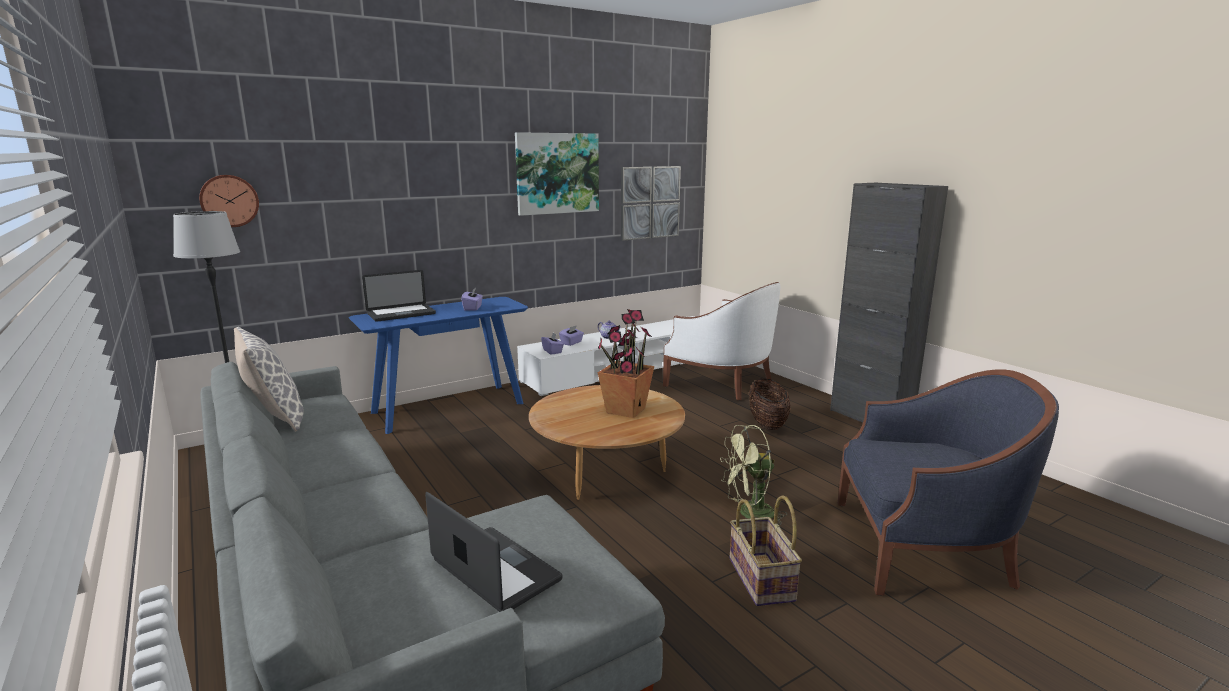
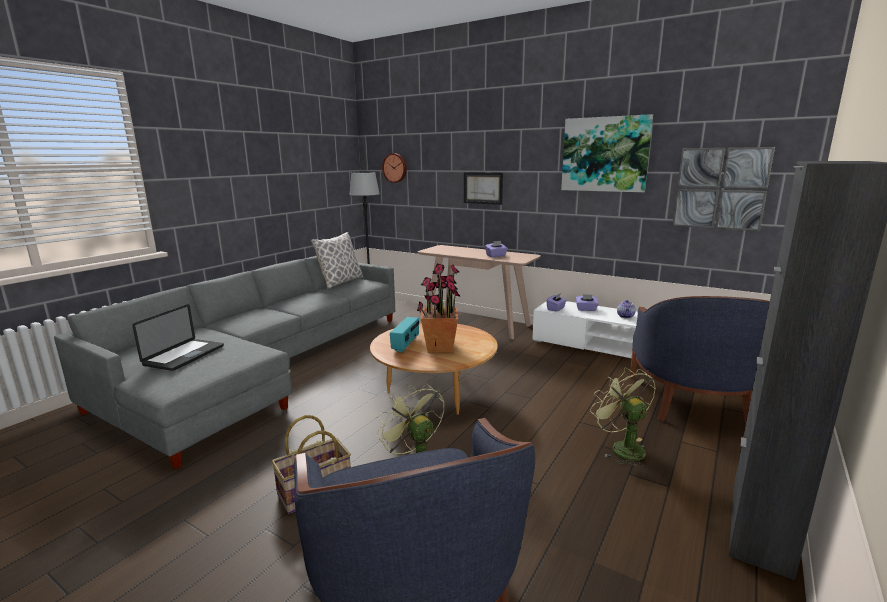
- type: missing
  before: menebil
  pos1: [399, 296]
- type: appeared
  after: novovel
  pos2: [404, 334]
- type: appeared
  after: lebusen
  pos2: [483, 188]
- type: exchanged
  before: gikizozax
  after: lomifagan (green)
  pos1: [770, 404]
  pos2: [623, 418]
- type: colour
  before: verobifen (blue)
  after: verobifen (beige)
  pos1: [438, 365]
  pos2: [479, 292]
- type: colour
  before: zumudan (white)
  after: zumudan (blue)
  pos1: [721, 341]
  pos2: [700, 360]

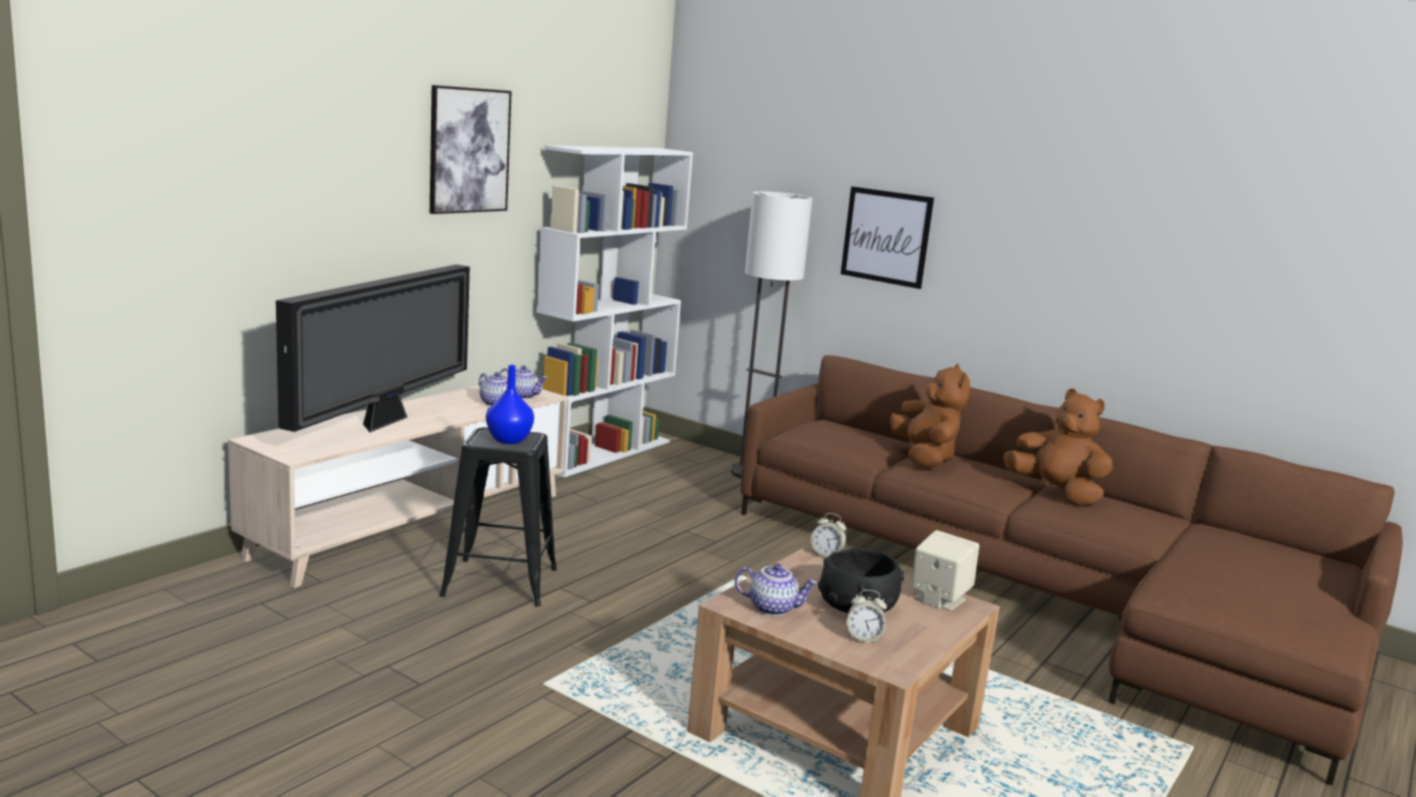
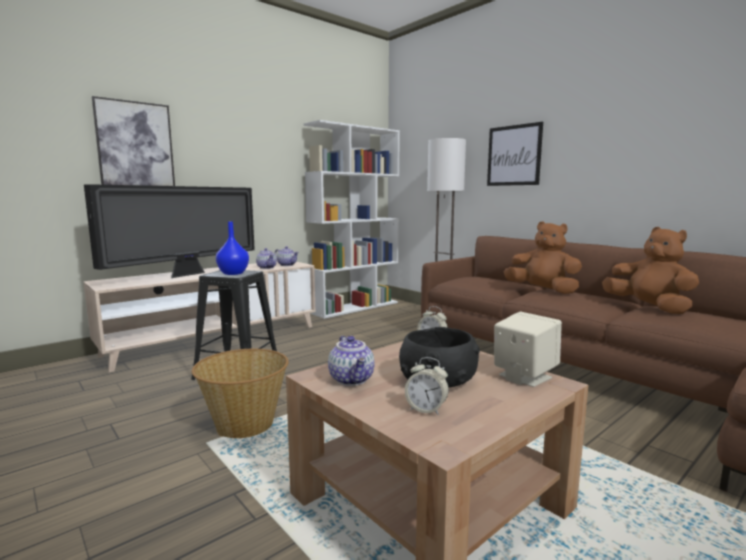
- type: appeared
  after: gikizozax
  pos2: [240, 393]
- type: relocated
  before: lebusen
  pos1: [471, 149]
  pos2: [133, 141]
- type: spun
  before: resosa
  pos1: [776, 590]
  pos2: [351, 361]
  turn: 45
- type: spun
  before: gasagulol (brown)
  pos1: [930, 416]
  pos2: [543, 257]
  turn: -60

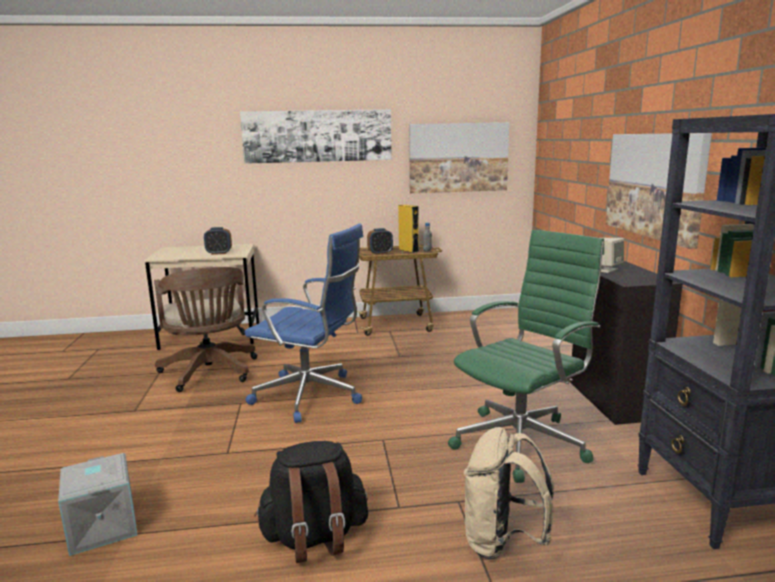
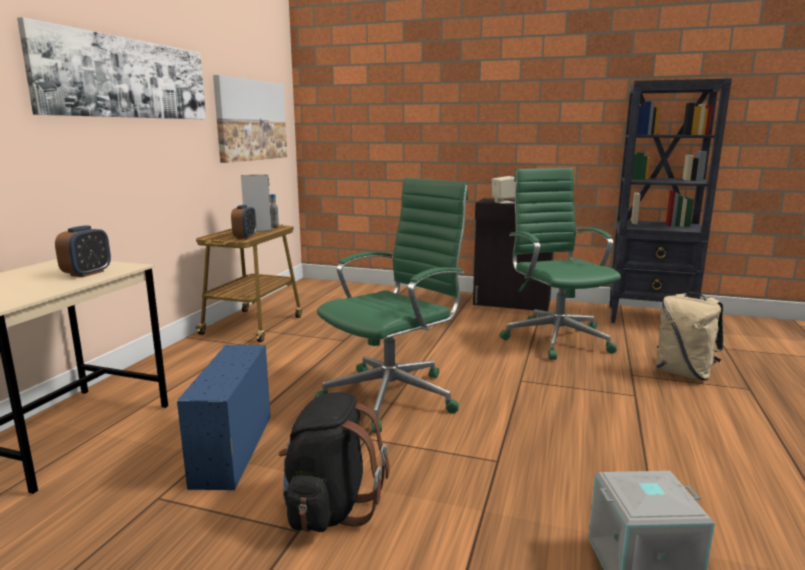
- type: missing
  before: lebusen
  pos1: [659, 191]
- type: relocated
  before: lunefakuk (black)
  pos1: [311, 502]
  pos2: [334, 462]
- type: exchanged
  before: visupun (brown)
  after: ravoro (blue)
  pos1: [205, 329]
  pos2: [224, 417]
- type: colour
  before: visupun (blue)
  after: visupun (green)
  pos1: [303, 323]
  pos2: [391, 305]
- type: colour
  before: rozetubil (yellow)
  after: rozetubil (grey)
  pos1: [408, 229]
  pos2: [256, 203]

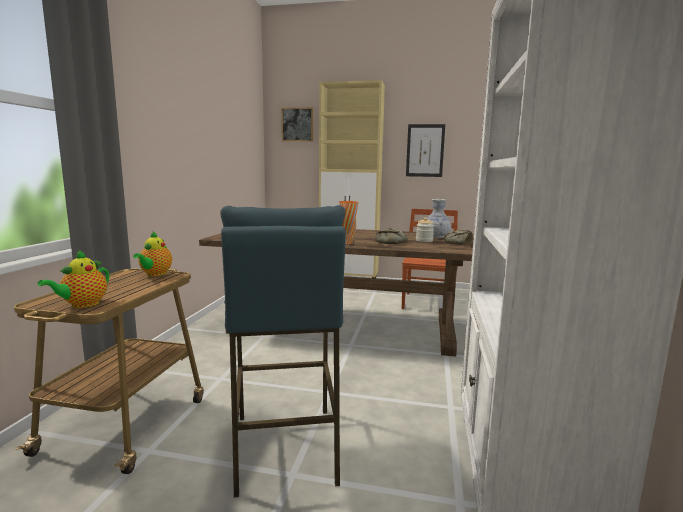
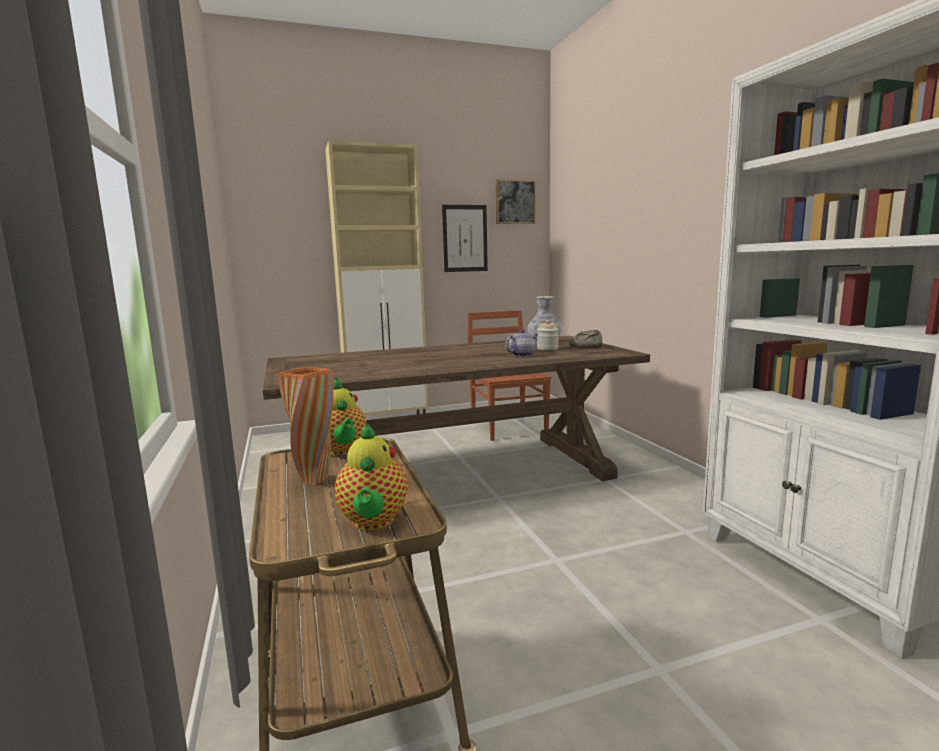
- type: missing
  before: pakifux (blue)
  pos1: [283, 351]
- type: relocated
  before: lebusen
  pos1: [297, 124]
  pos2: [516, 201]
- type: relocated
  before: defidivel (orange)
  pos1: [348, 222]
  pos2: [305, 426]
- type: exchanged
  before: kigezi
  after: resosa
  pos1: [391, 236]
  pos2: [521, 343]

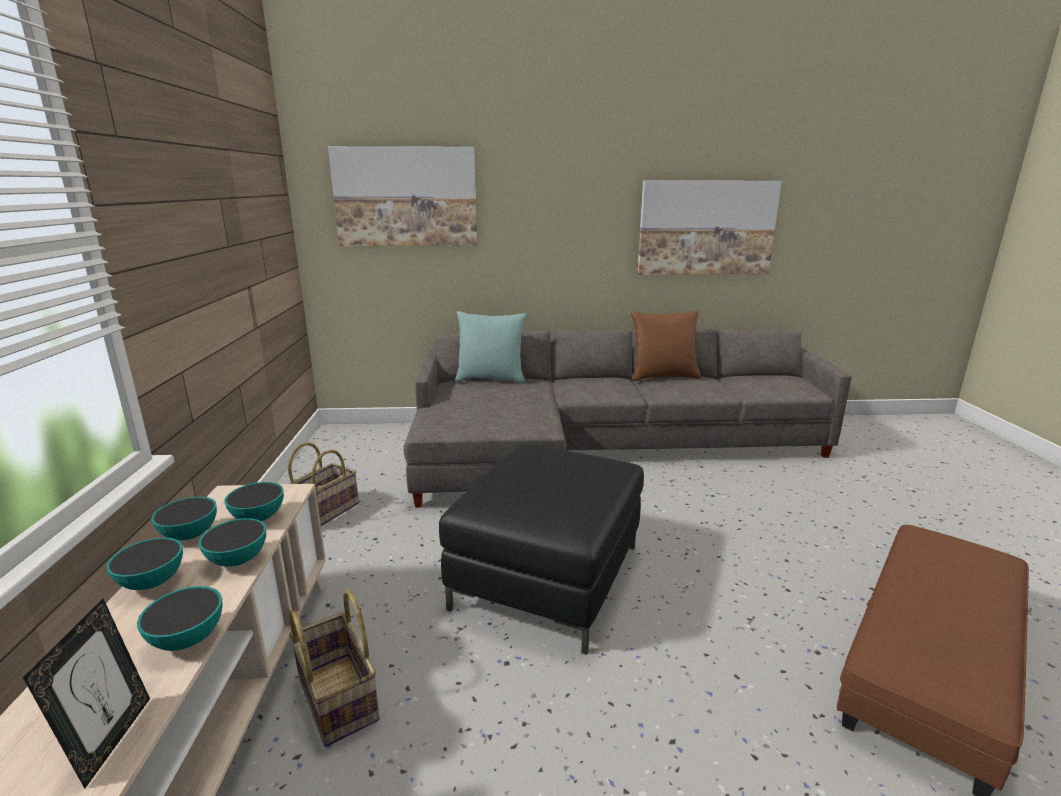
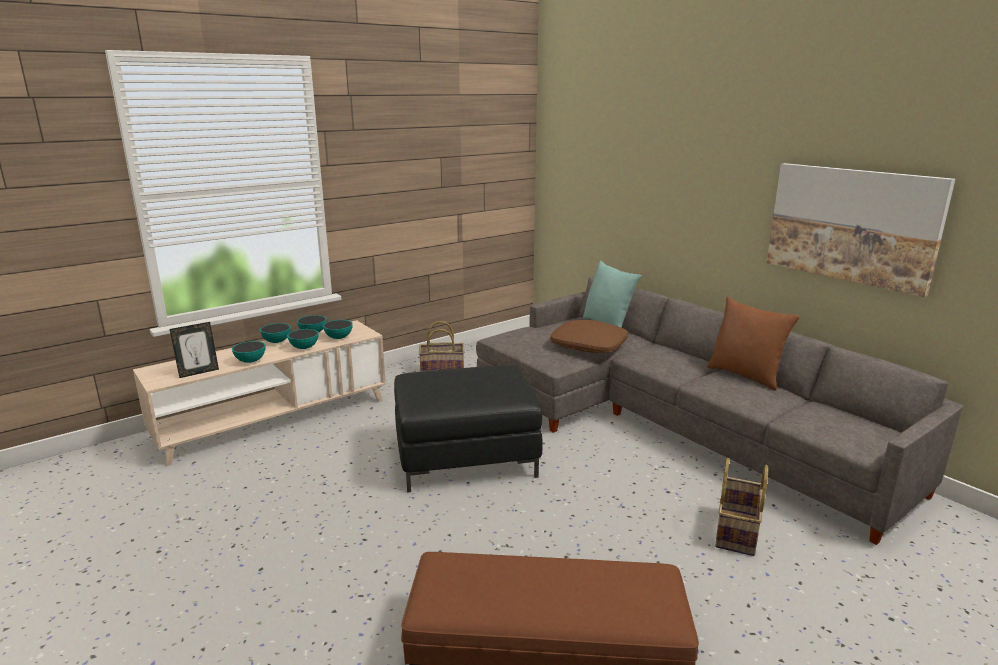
- type: missing
  before: lebusen
  pos1: [402, 196]
- type: appeared
  after: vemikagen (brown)
  pos2: [589, 336]
- type: relocated
  before: gikizozax
  pos1: [334, 668]
  pos2: [741, 507]

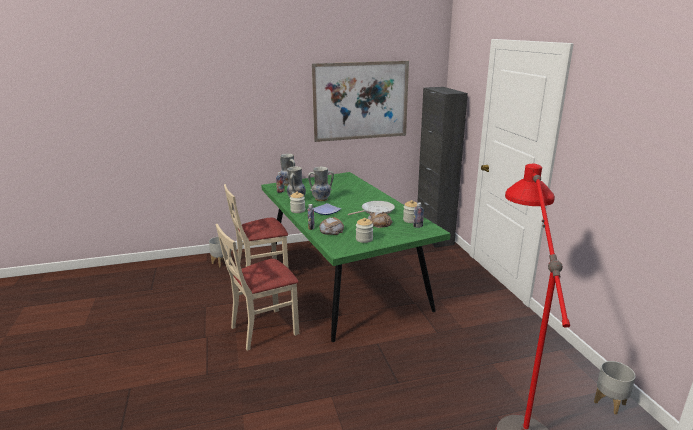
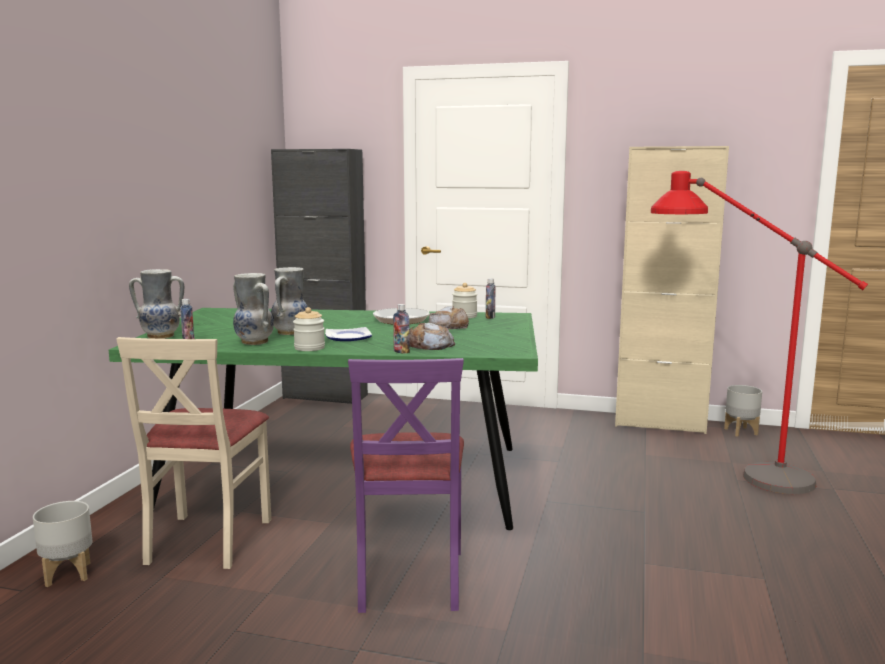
- type: missing
  before: lebusen
  pos1: [360, 101]
- type: missing
  before: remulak
  pos1: [364, 230]
- type: appeared
  after: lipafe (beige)
  pos2: [672, 290]
- type: colour
  before: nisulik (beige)
  after: nisulik (purple)
  pos1: [257, 287]
  pos2: [406, 485]

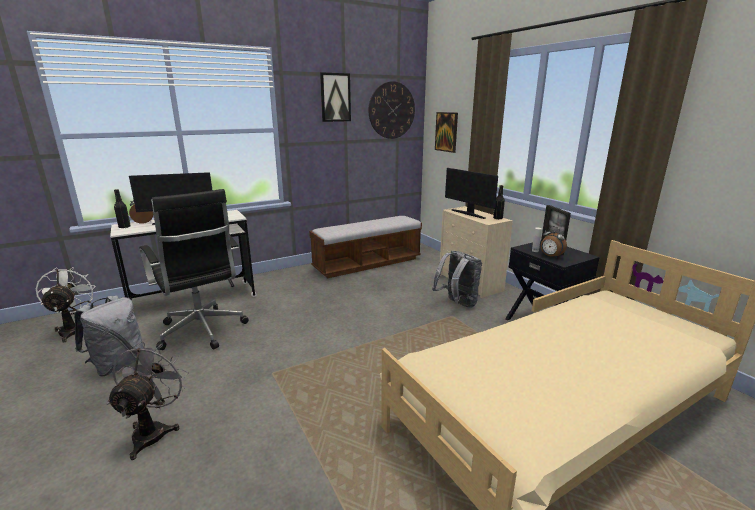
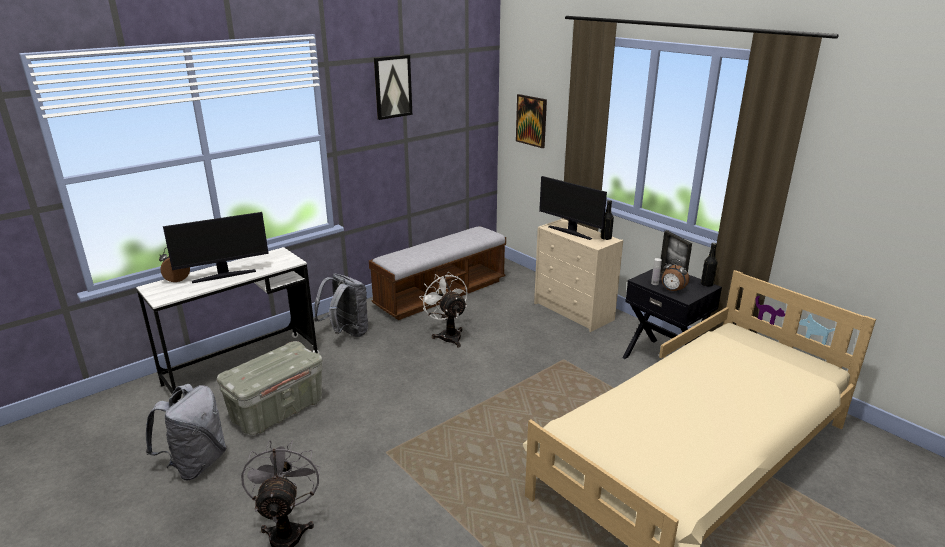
- type: missing
  before: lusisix
  pos1: [391, 110]
- type: relocated
  before: lomifagan (white)
  pos1: [66, 305]
  pos2: [443, 310]
- type: relocated
  before: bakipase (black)
  pos1: [122, 208]
  pos2: [709, 264]
- type: relocated
  before: lunefakuk (grey)
  pos1: [457, 279]
  pos2: [341, 305]
- type: exchanged
  before: visupun (black)
  after: ravoro (grey)
  pos1: [194, 269]
  pos2: [270, 388]

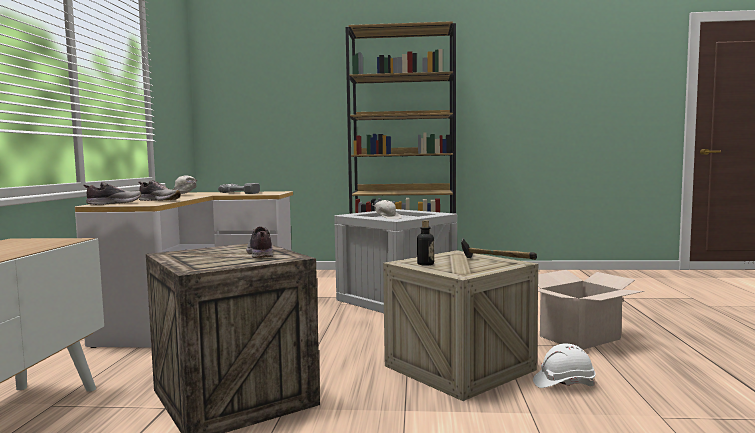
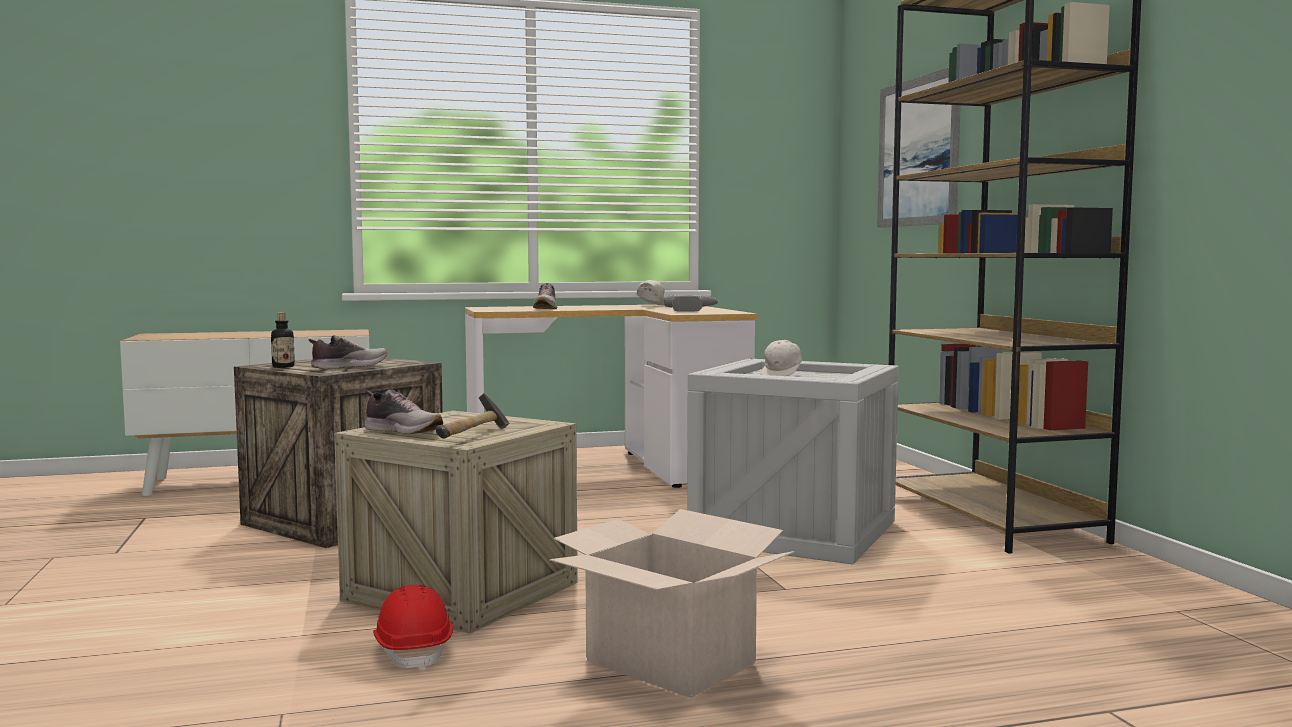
- type: appeared
  after: lebusen
  pos2: [919, 147]
- type: relocated
  before: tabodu
  pos1: [112, 193]
  pos2: [404, 412]
- type: relocated
  before: bakipase
  pos1: [425, 243]
  pos2: [283, 340]
- type: colour
  before: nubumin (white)
  after: nubumin (red)
  pos1: [564, 365]
  pos2: [413, 628]

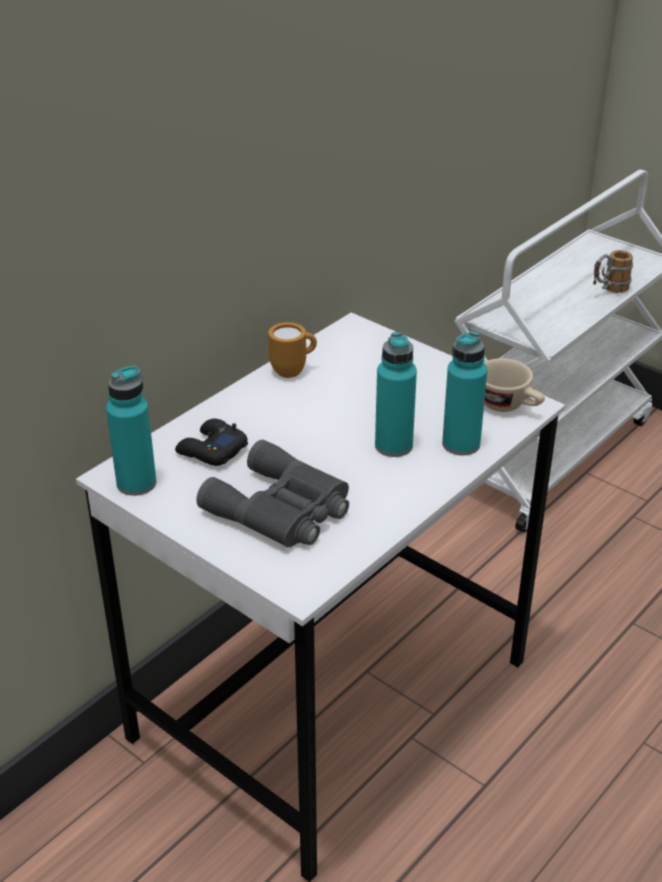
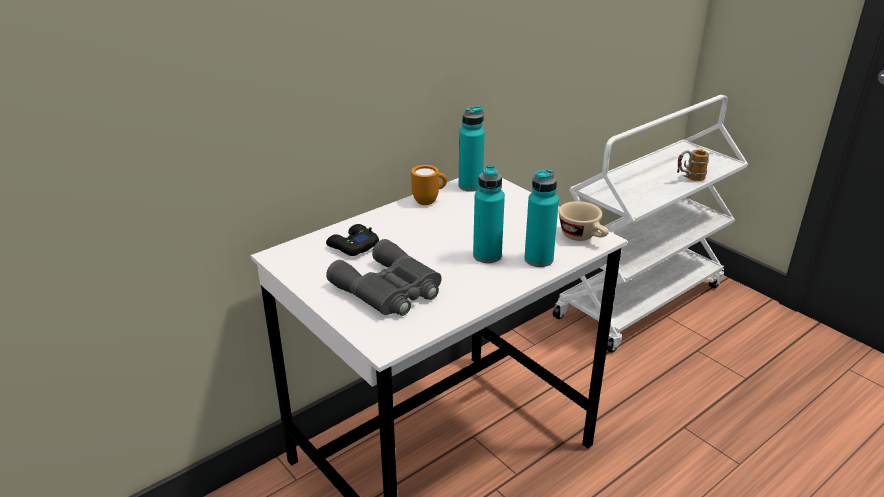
- type: relocated
  before: bakipase (turquoise)
  pos1: [131, 430]
  pos2: [472, 149]

